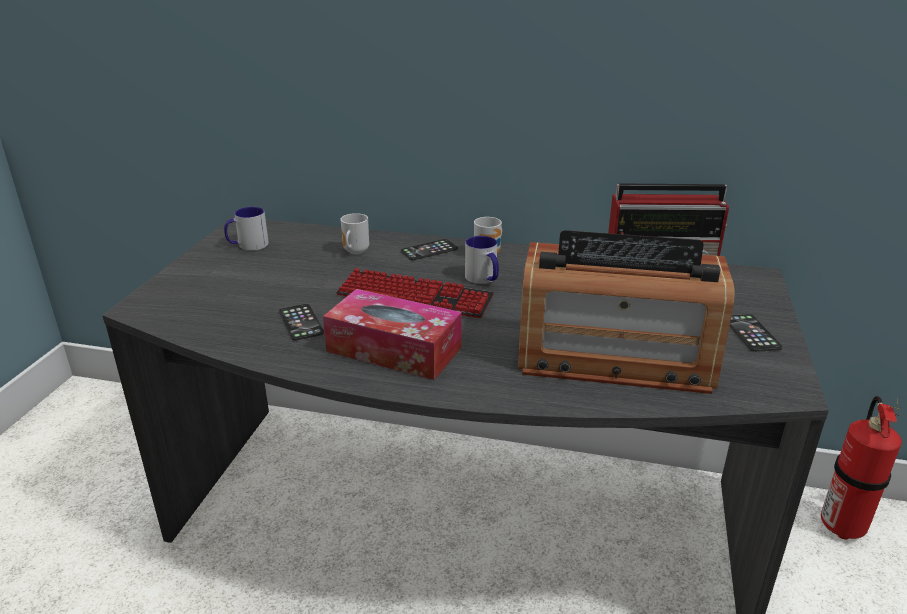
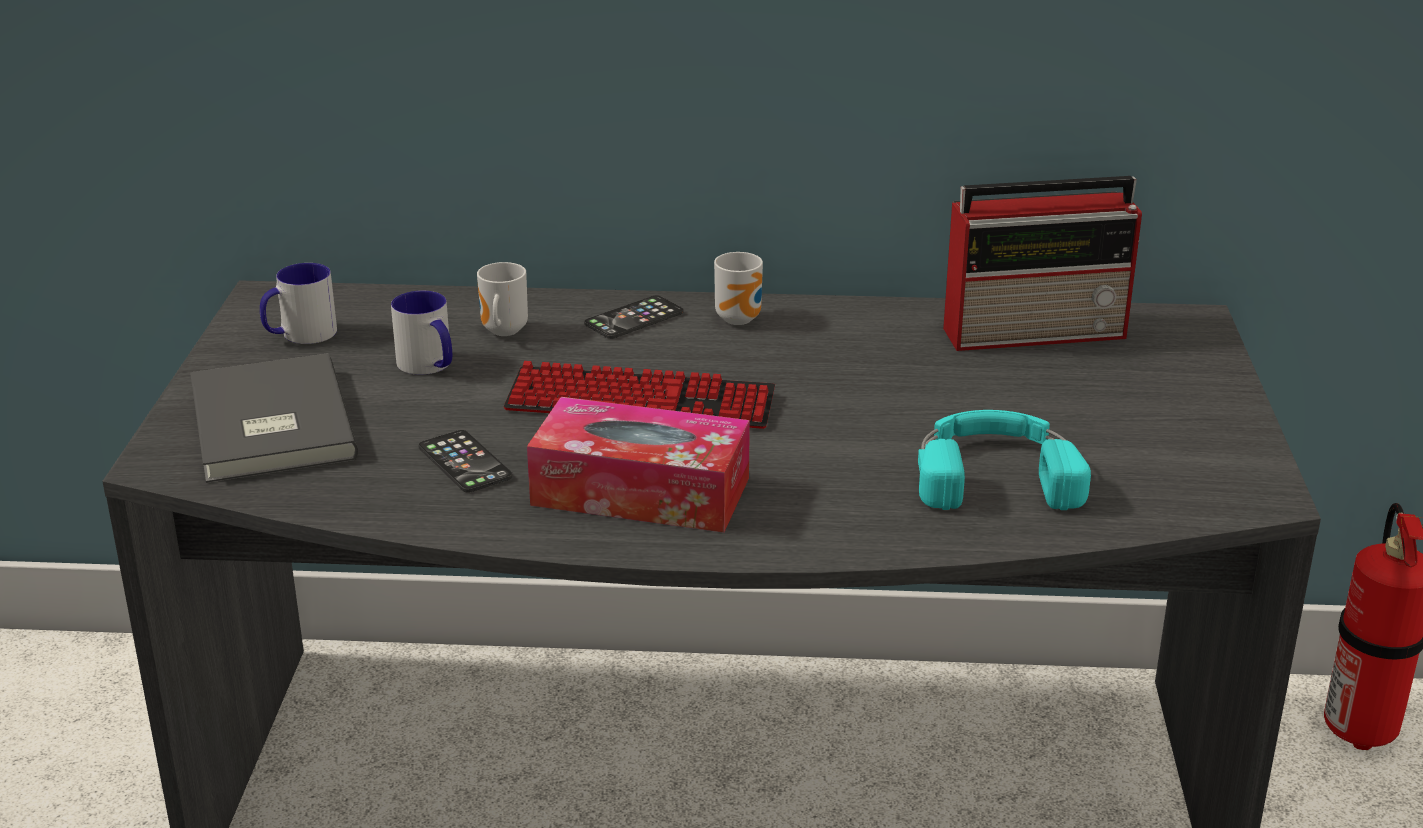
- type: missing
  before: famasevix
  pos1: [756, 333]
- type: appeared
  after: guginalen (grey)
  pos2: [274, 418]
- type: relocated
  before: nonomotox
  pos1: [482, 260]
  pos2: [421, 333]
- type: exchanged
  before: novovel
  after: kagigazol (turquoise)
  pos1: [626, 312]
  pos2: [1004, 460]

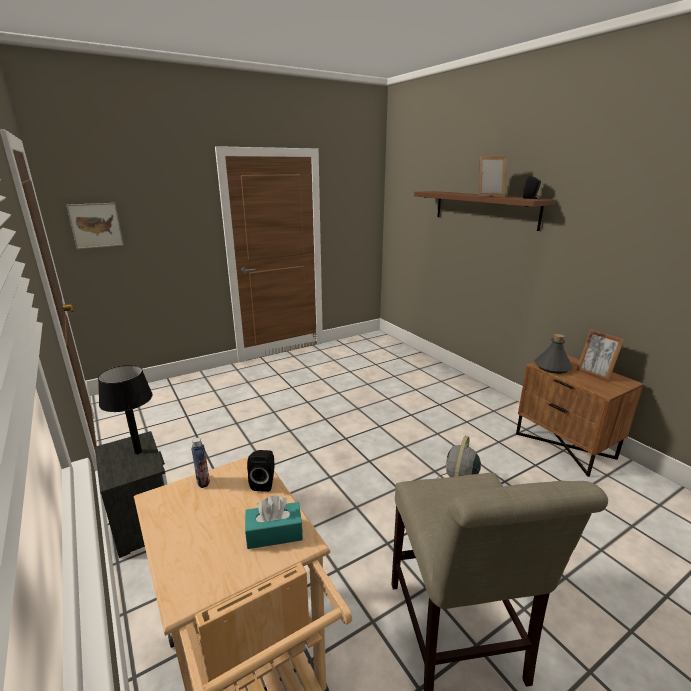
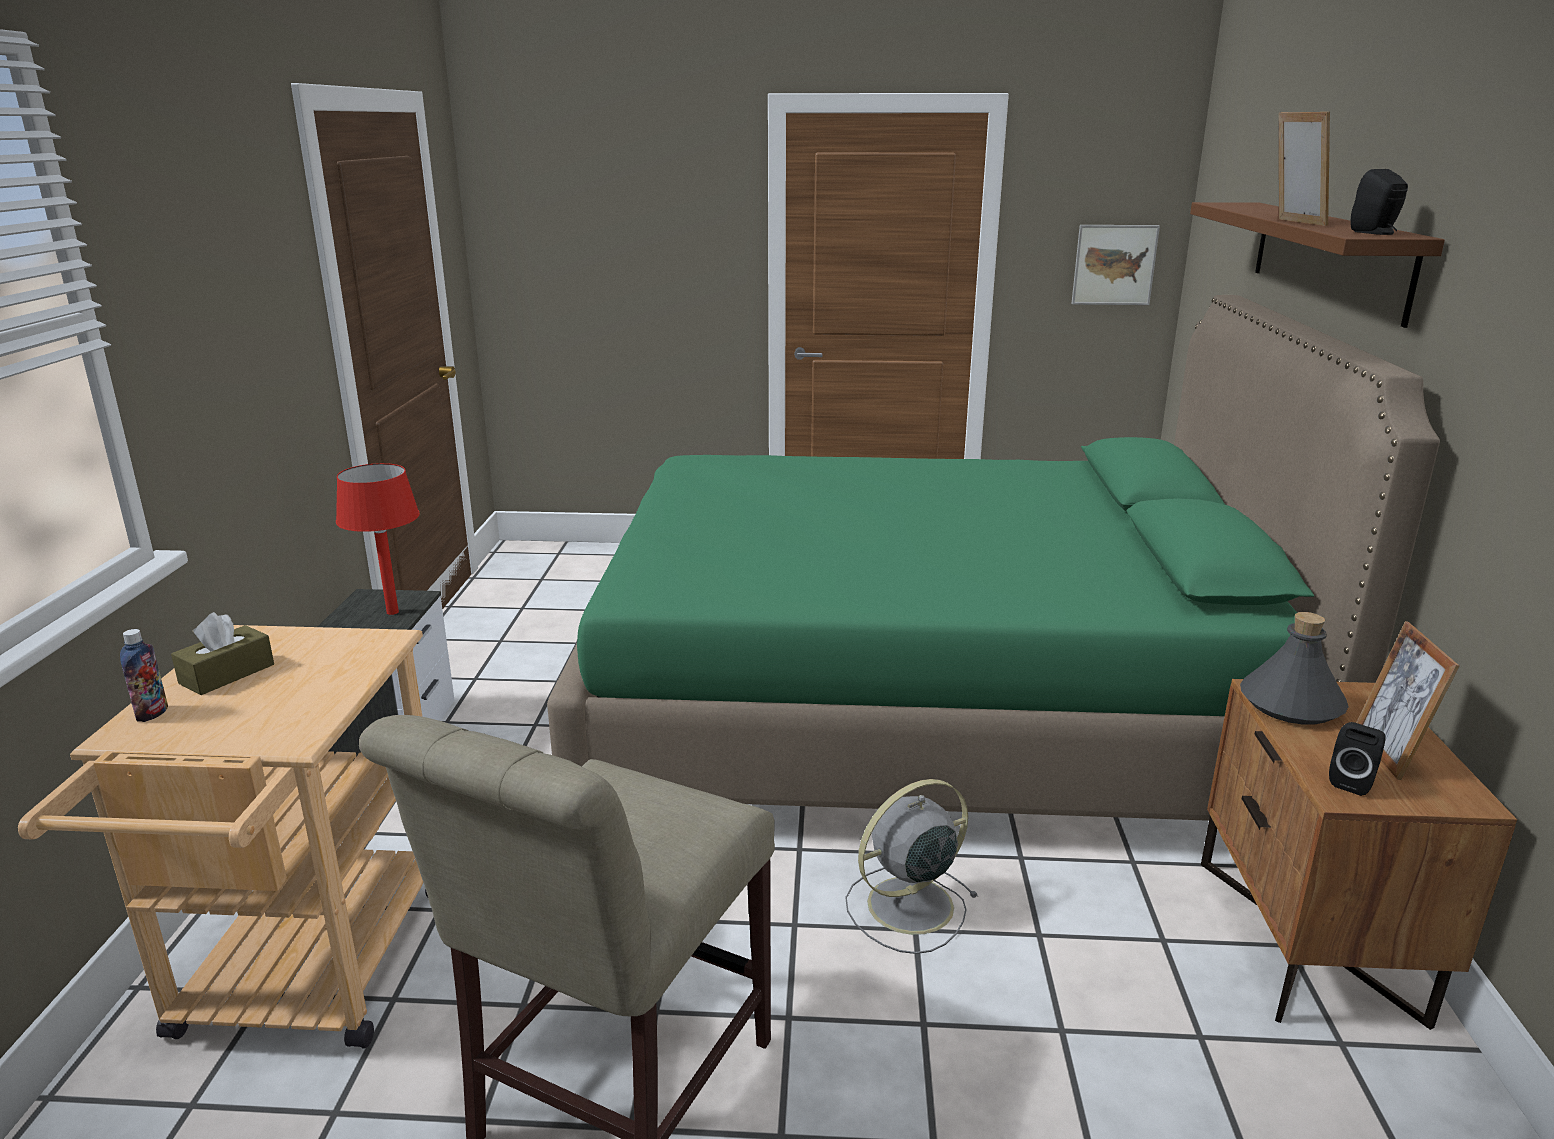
- type: missing
  before: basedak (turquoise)
  pos1: [274, 522]
- type: appeared
  after: basedak (brown)
  pos2: [222, 653]
- type: appeared
  after: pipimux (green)
  pos2: [993, 558]
- type: relocated
  before: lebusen
  pos1: [95, 226]
  pos2: [1115, 265]
- type: relocated
  before: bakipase
  pos1: [200, 462]
  pos2: [144, 675]
- type: relocated
  before: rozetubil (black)
  pos1: [261, 471]
  pos2: [1357, 759]
- type: colour
  before: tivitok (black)
  after: tivitok (red)
  pos1: [125, 409]
  pos2: [378, 539]

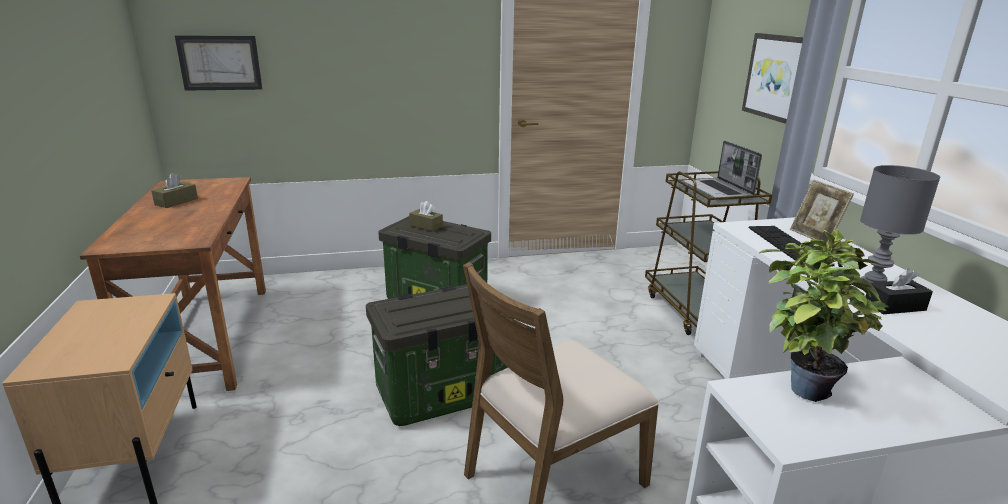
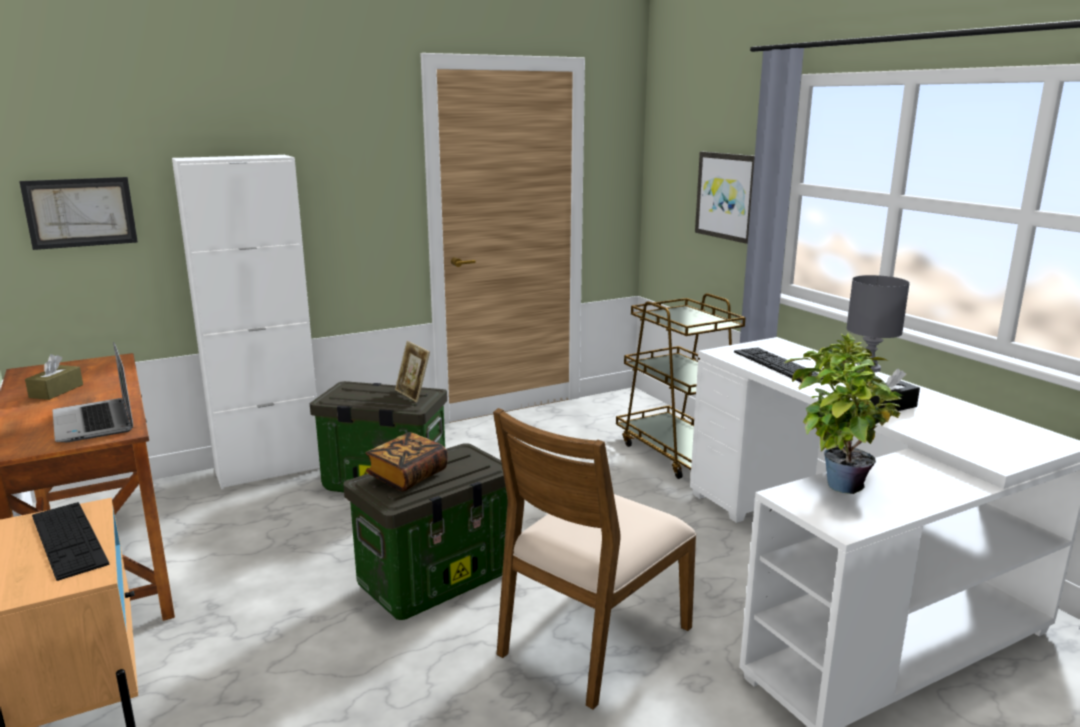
- type: missing
  before: basedak (brown)
  pos1: [426, 216]
- type: appeared
  after: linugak
  pos2: [70, 541]
- type: appeared
  after: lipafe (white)
  pos2: [246, 322]
- type: appeared
  after: guginalen
  pos2: [406, 462]
- type: relocated
  before: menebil
  pos1: [722, 170]
  pos2: [92, 392]
- type: relocated
  before: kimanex
  pos1: [822, 211]
  pos2: [412, 371]

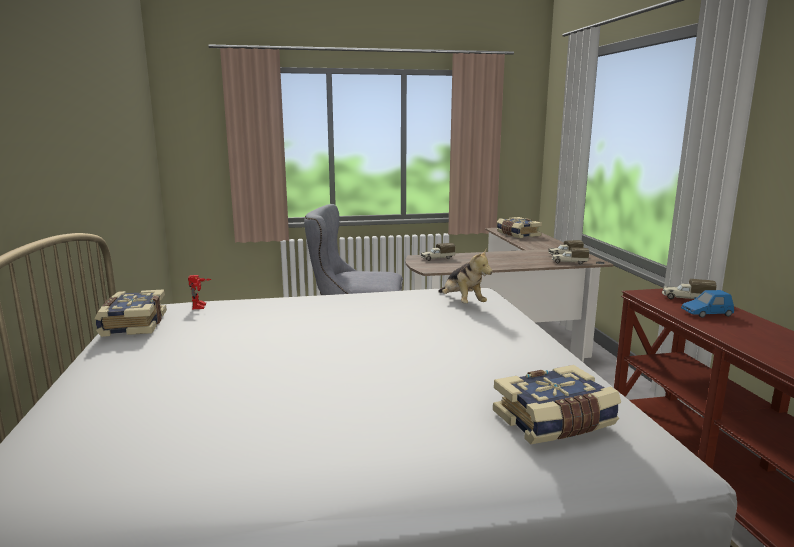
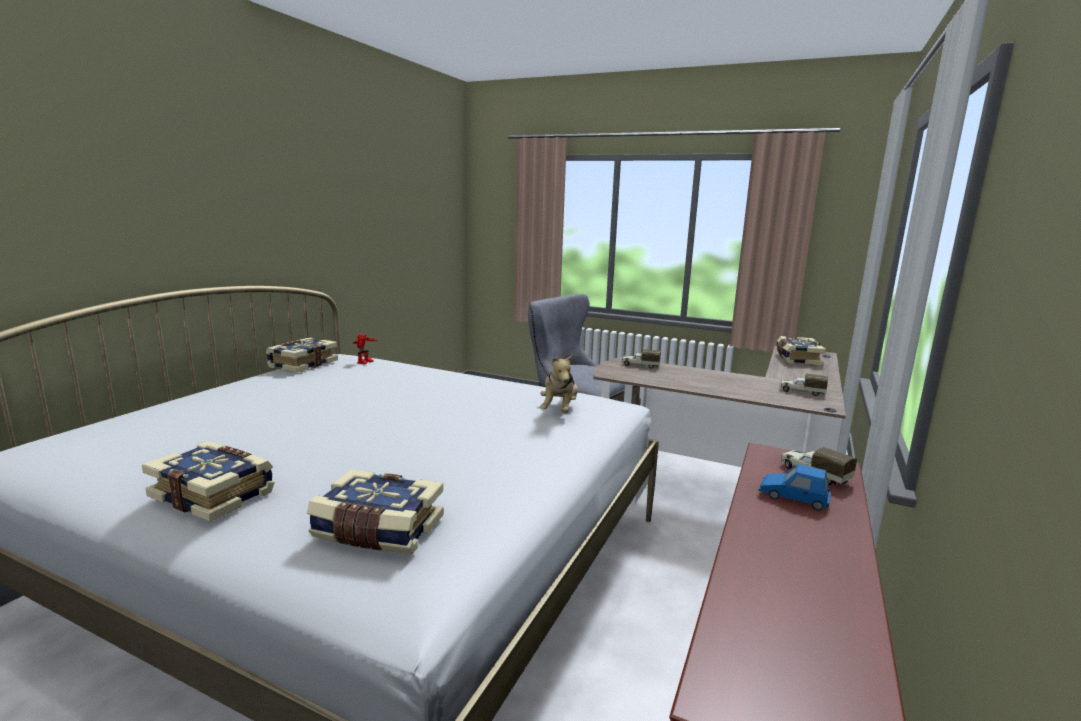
- type: missing
  before: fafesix
  pos1: [570, 255]
- type: appeared
  after: guginalen
  pos2: [208, 481]

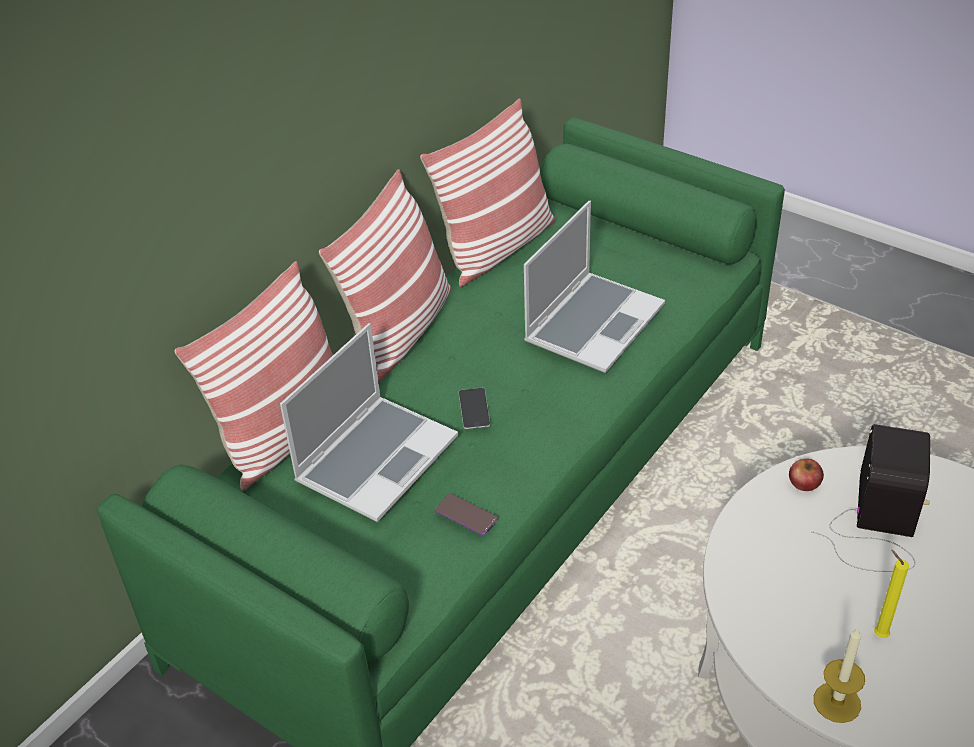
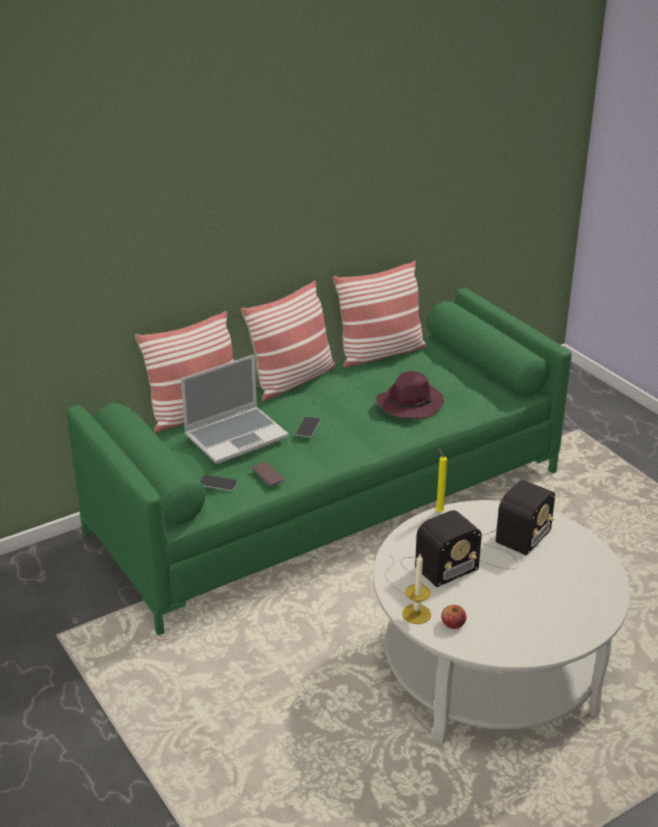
- type: appeared
  after: famasevix
  pos2: [219, 483]
- type: appeared
  after: novovel
  pos2: [433, 552]
- type: relocated
  before: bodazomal
  pos1: [806, 474]
  pos2: [453, 617]
- type: relocated
  before: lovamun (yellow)
  pos1: [891, 594]
  pos2: [441, 480]
- type: exchanged
  before: menebil
  after: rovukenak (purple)
  pos1: [594, 287]
  pos2: [410, 395]

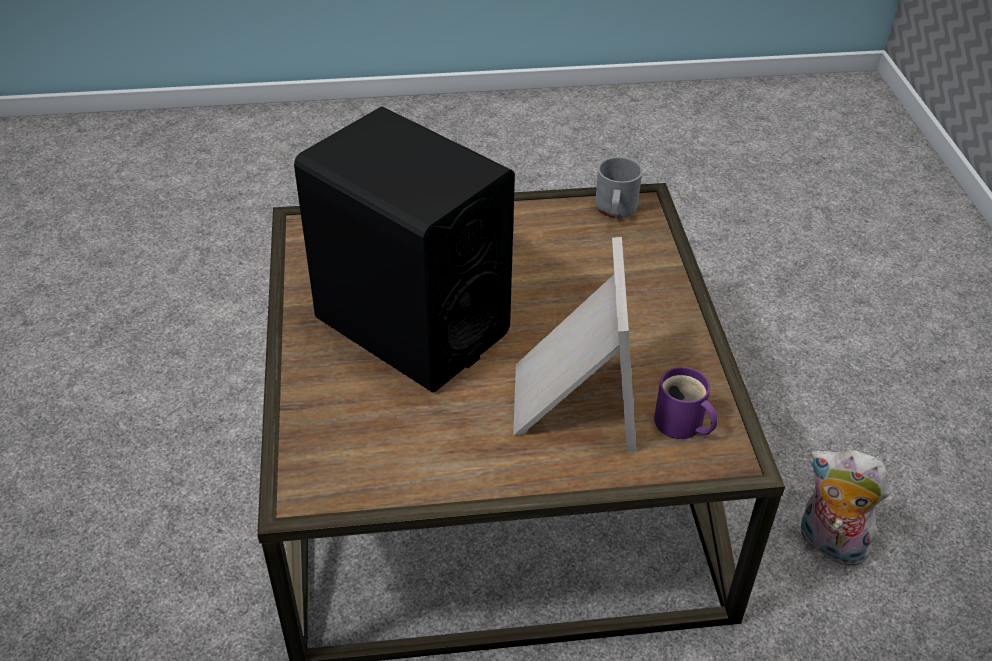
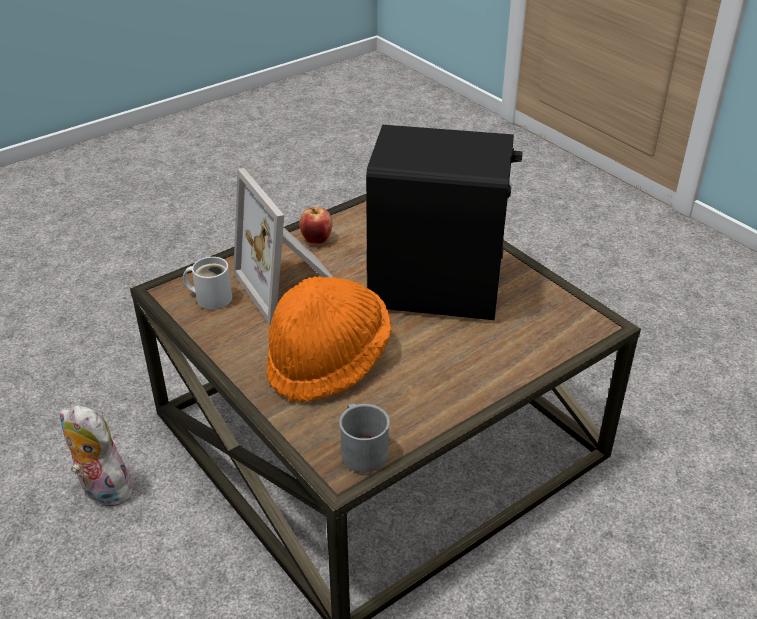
- type: appeared
  after: rovukenak (orange)
  pos2: [329, 339]
- type: appeared
  after: bodazomal
  pos2: [316, 225]
- type: colour
  before: nonomotox (purple)
  after: nonomotox (white)
  pos1: [686, 403]
  pos2: [207, 283]
- type: spun
  before: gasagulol
  pos1: [845, 508]
  pos2: [97, 455]
  turn: -150

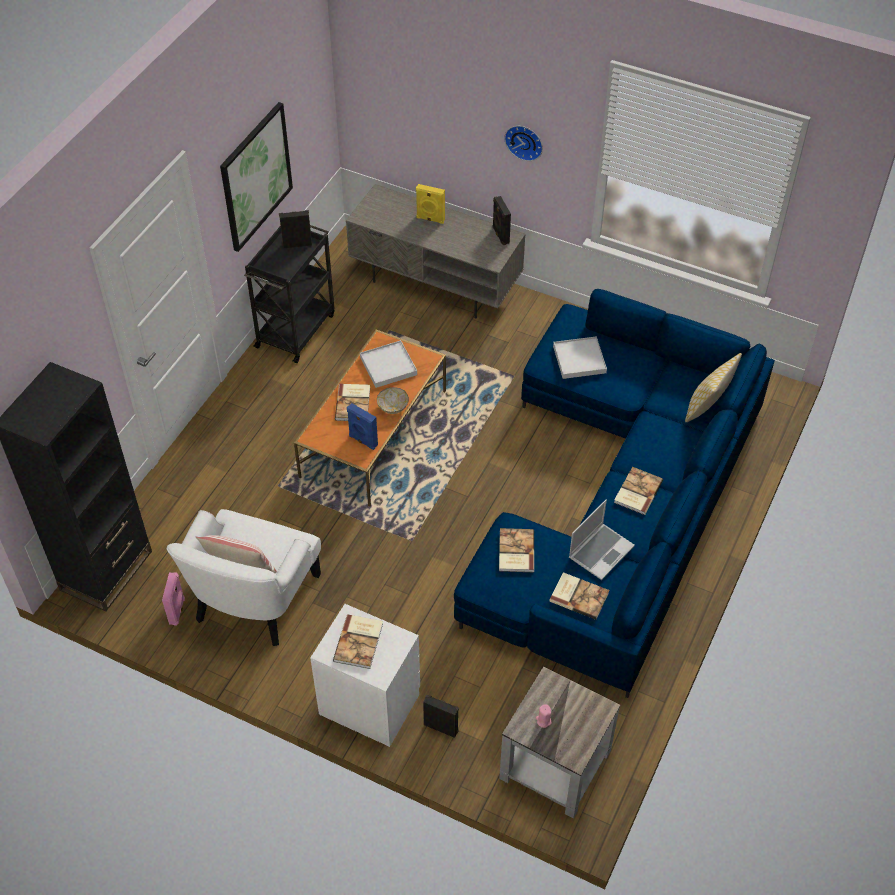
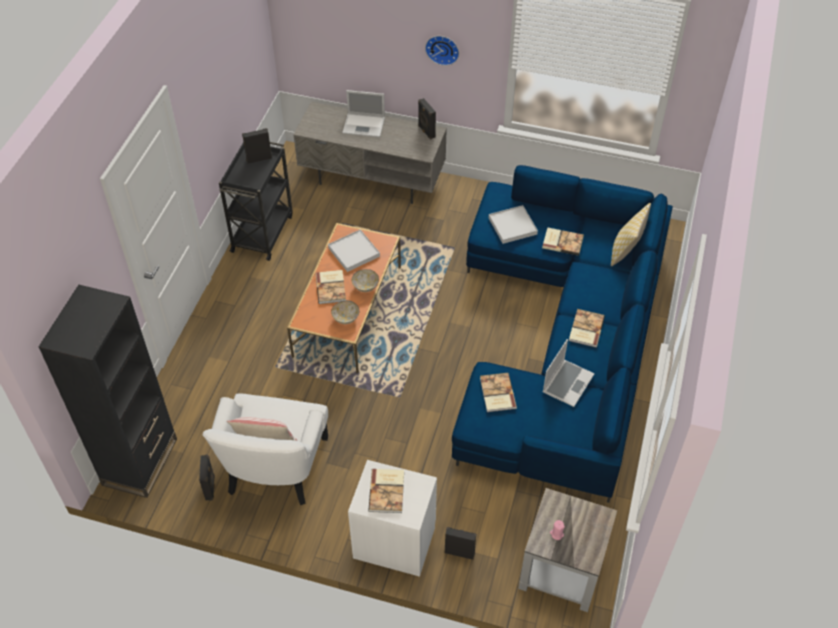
- type: missing
  before: lebusen
  pos1: [256, 177]
- type: relocated
  before: guginalen
  pos1: [579, 596]
  pos2: [563, 241]
- type: exchanged
  before: rozetubil (blue)
  after: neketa
  pos1: [362, 426]
  pos2: [345, 312]
- type: exchanged
  before: rozetubil (yellow)
  after: menebil
  pos1: [430, 204]
  pos2: [363, 113]
- type: colour
  before: rozetubil (pink)
  after: rozetubil (black)
  pos1: [173, 599]
  pos2: [207, 478]

